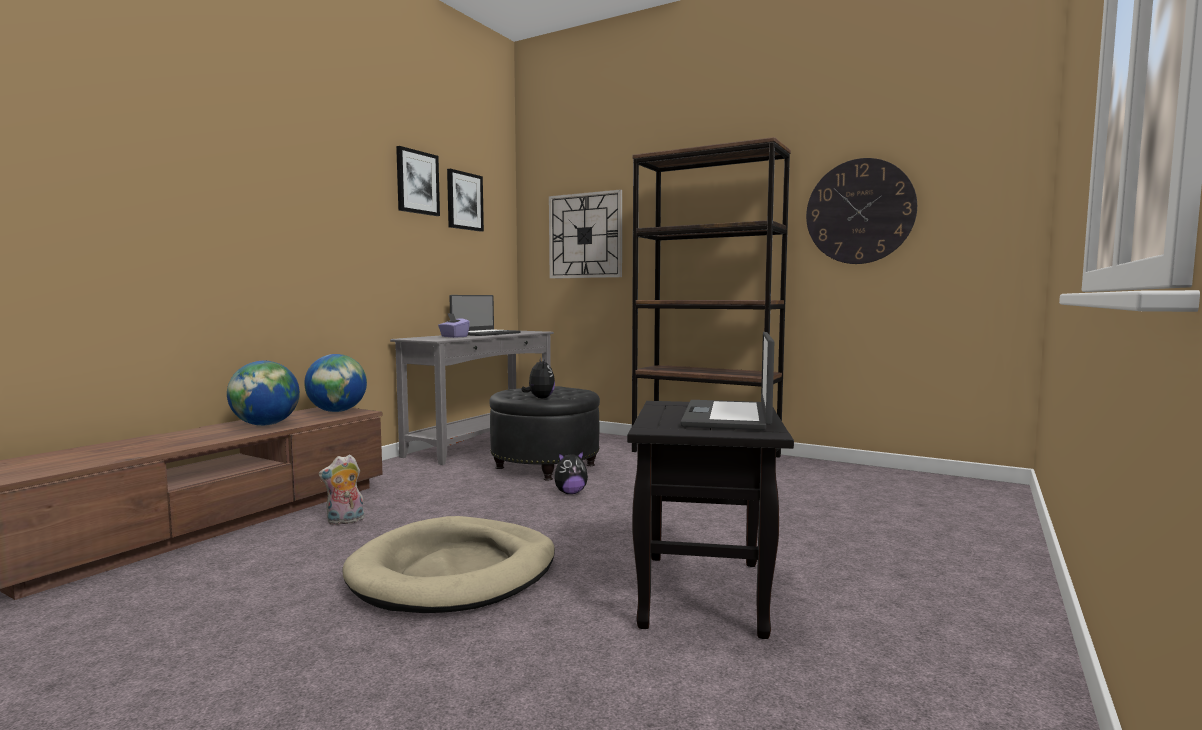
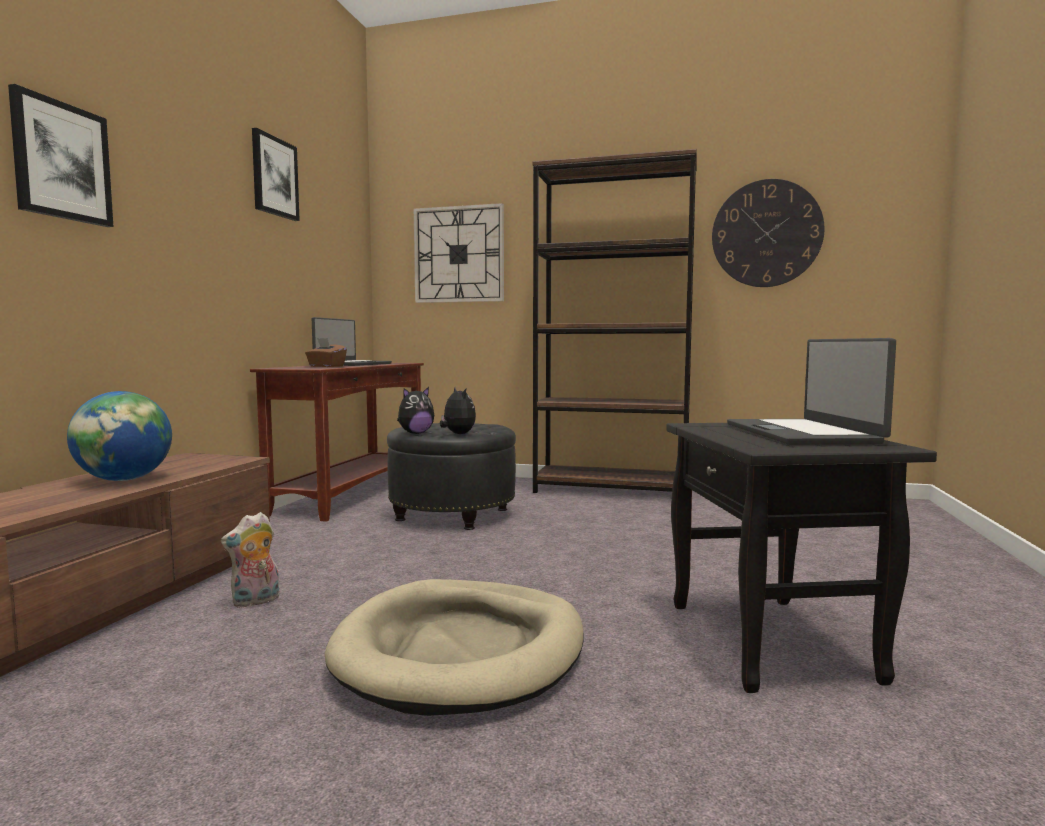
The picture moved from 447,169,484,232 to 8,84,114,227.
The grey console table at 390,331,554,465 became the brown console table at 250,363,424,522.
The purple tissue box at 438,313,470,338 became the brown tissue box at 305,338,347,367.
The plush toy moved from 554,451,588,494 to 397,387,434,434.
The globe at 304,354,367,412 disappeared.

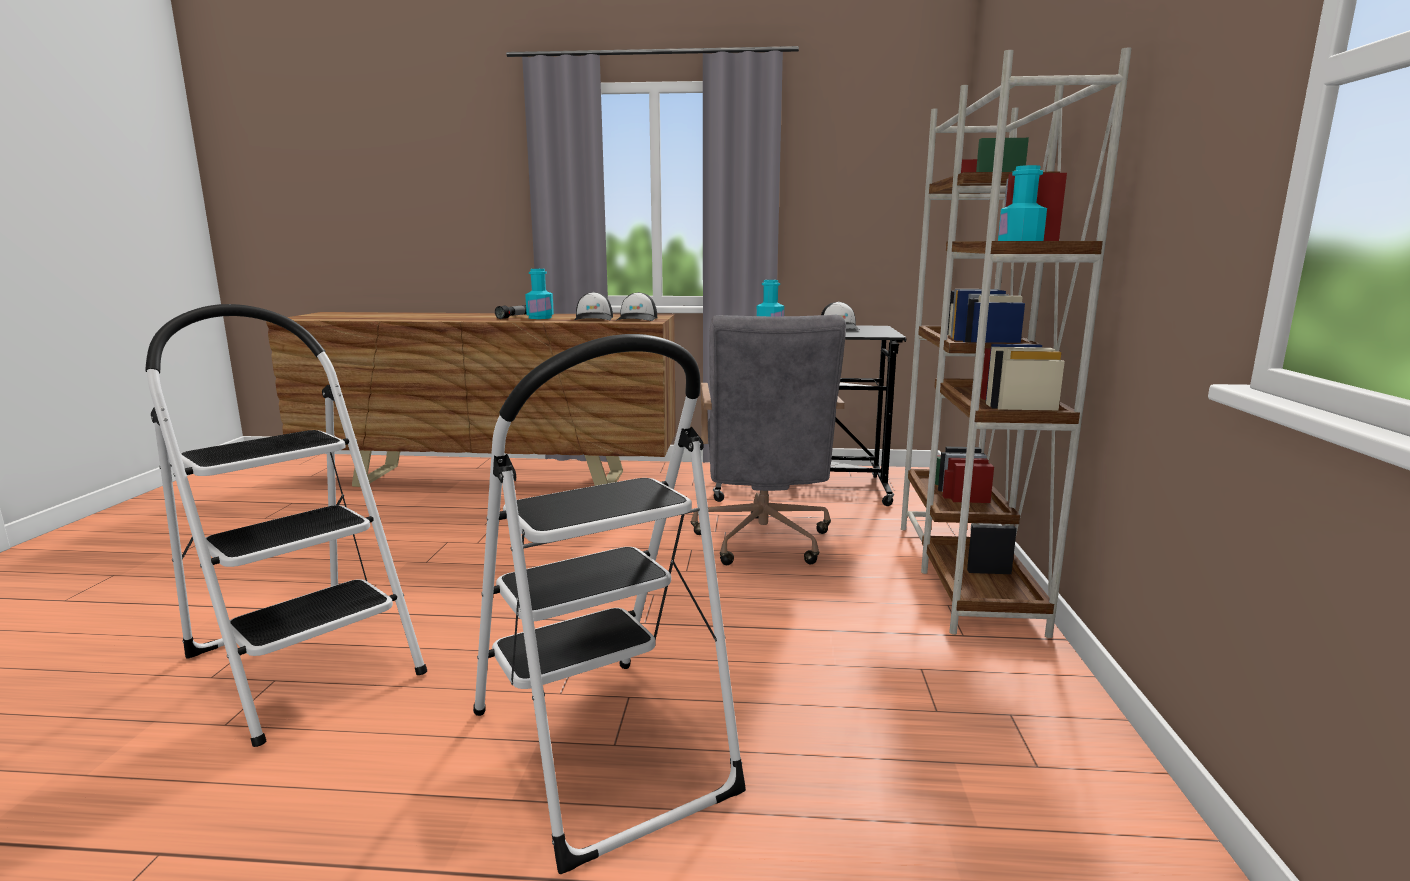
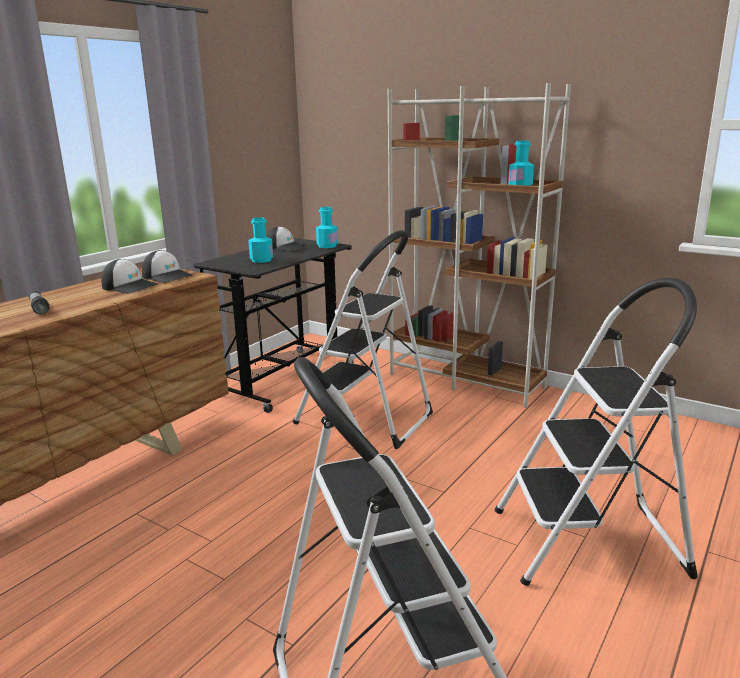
The grey office chair at 691,315,846,565 was replaced by the step ladder at 293,230,433,449.
The turquoise bottle moved from 525,269,554,319 to 316,207,338,248.

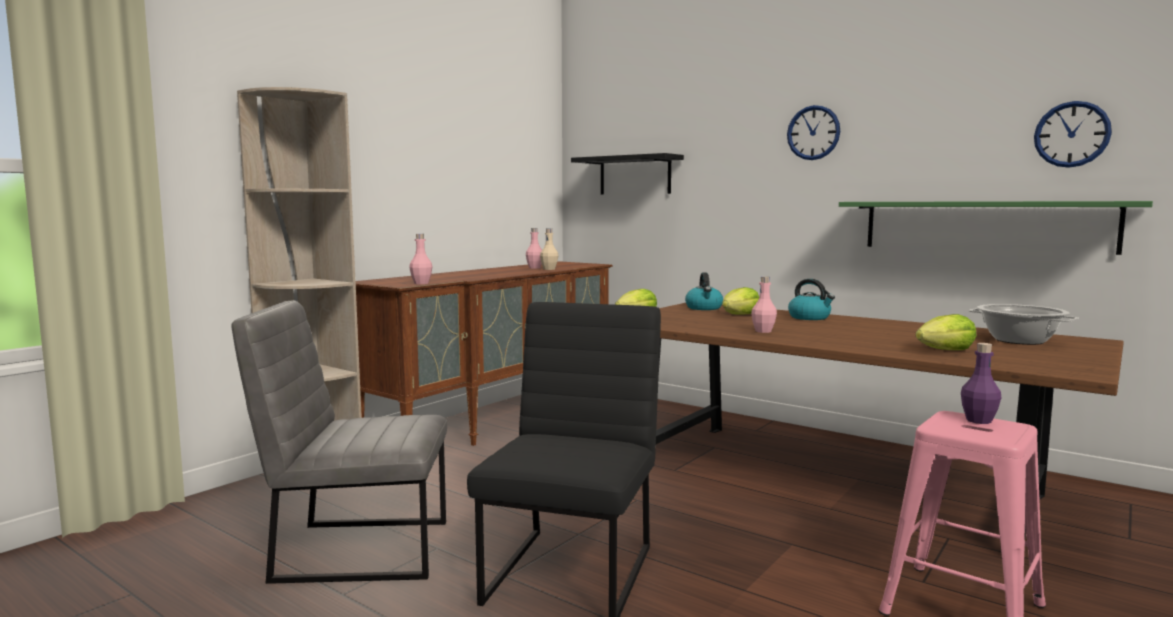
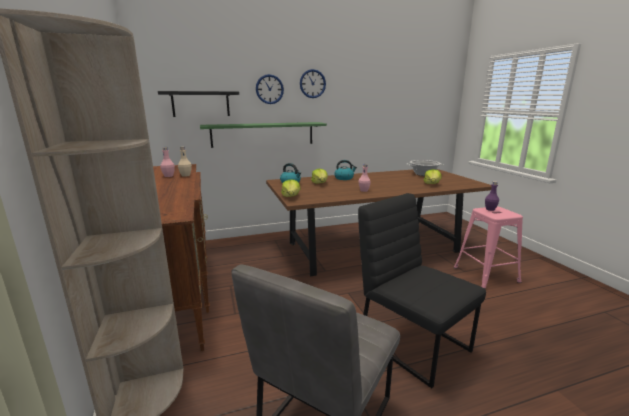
The green shelf moved from 839,201,1153,255 to 200,122,327,148.
The wall clock moved from 1034,101,1112,168 to 256,74,284,104.
The pink bottle at 409,234,432,284 disappeared.

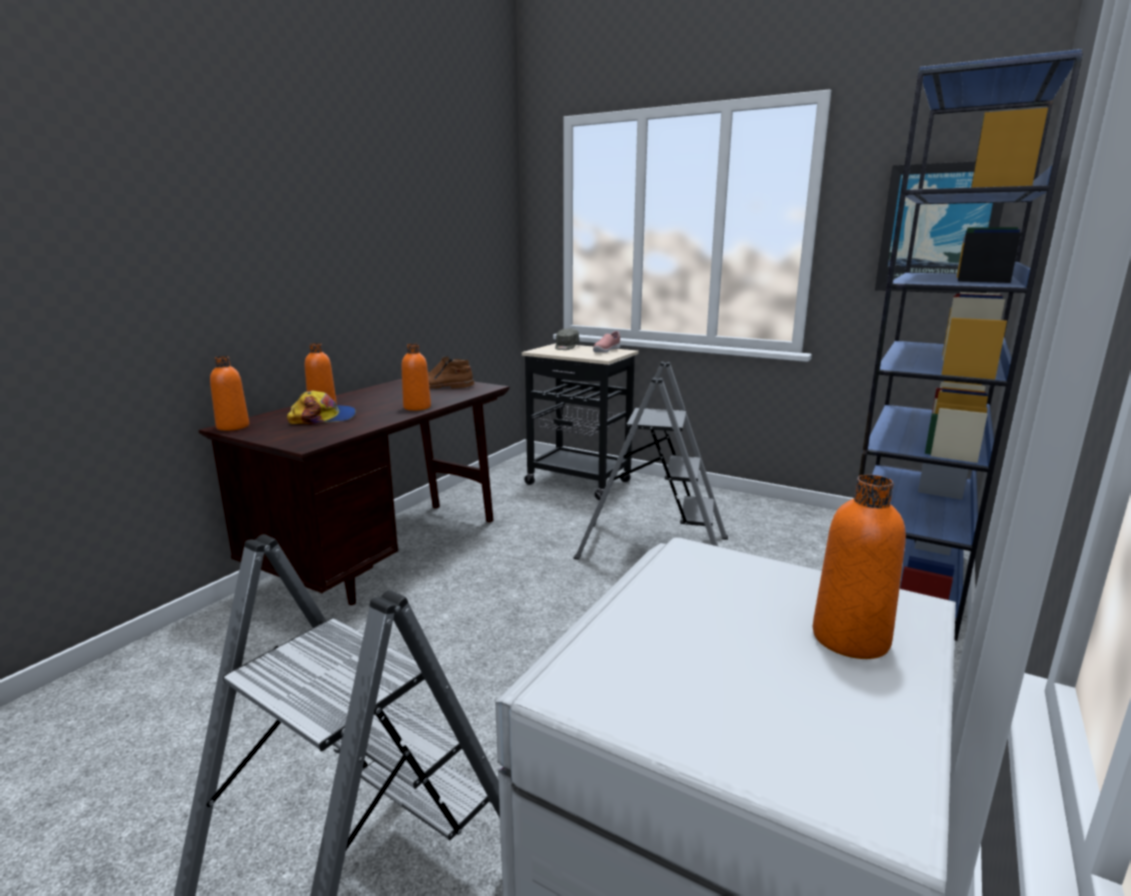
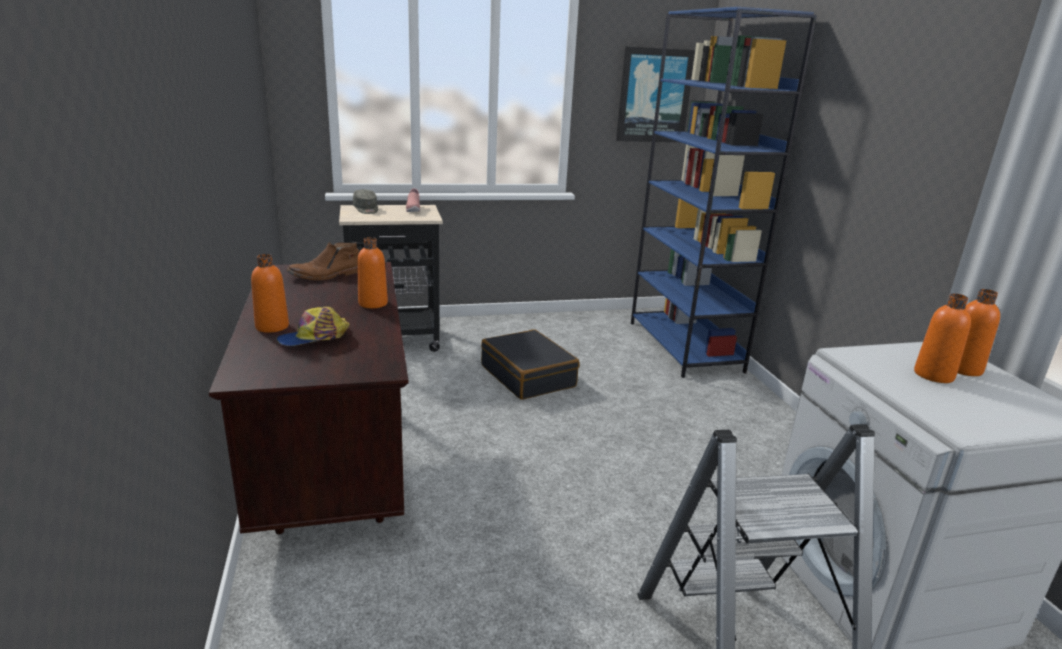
The cap at 287,390,356,425 turned 150 degrees counterclockwise.
The grey step ladder at 573,362,728,560 was replaced by the black suitcase at 481,329,580,400.
The orange bottle moved from 210,356,249,431 to 914,293,971,383.

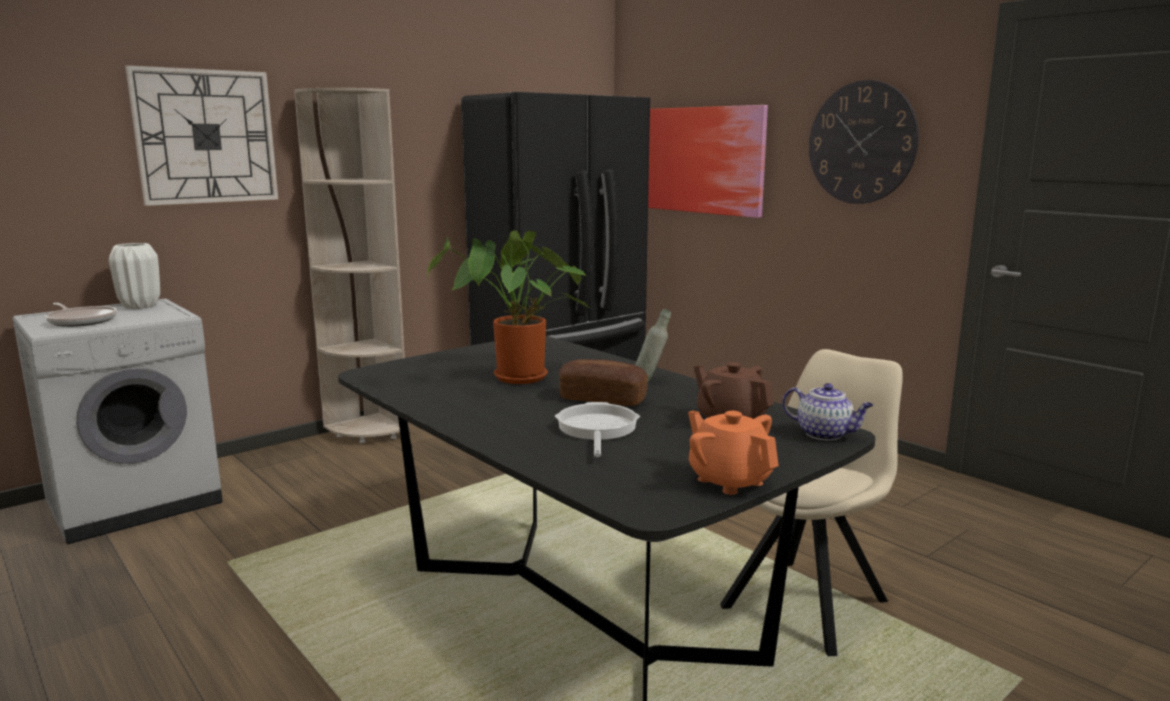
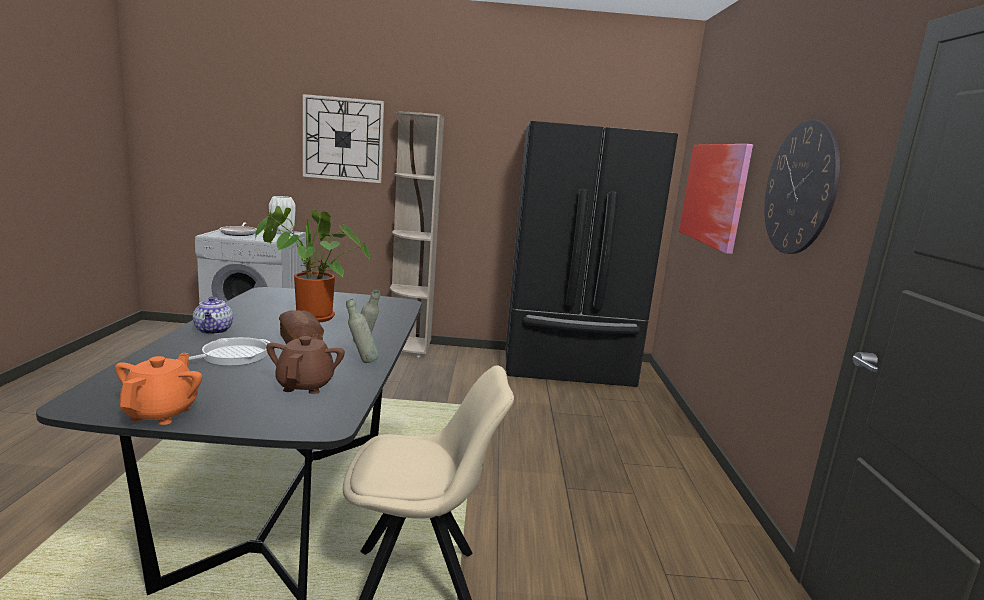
The teapot moved from 782,383,874,441 to 193,297,233,334.
The grey bottle at 346,299,378,363 appeared.

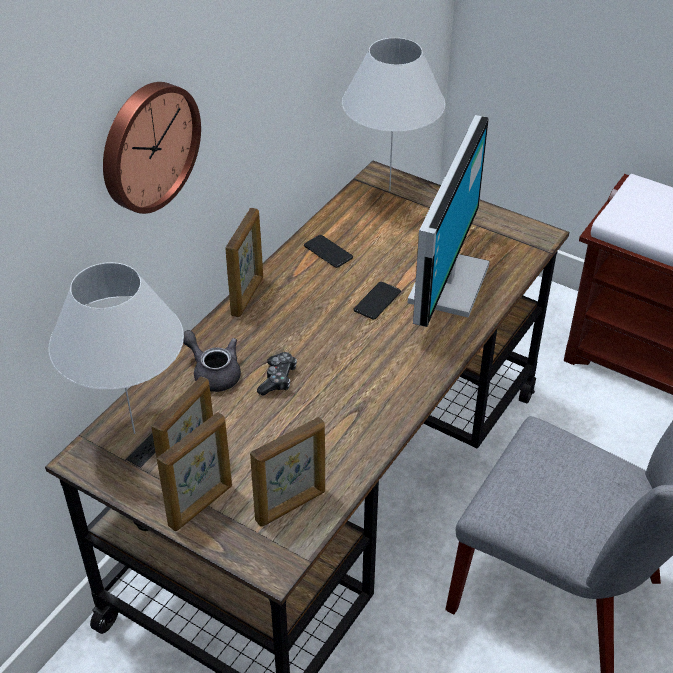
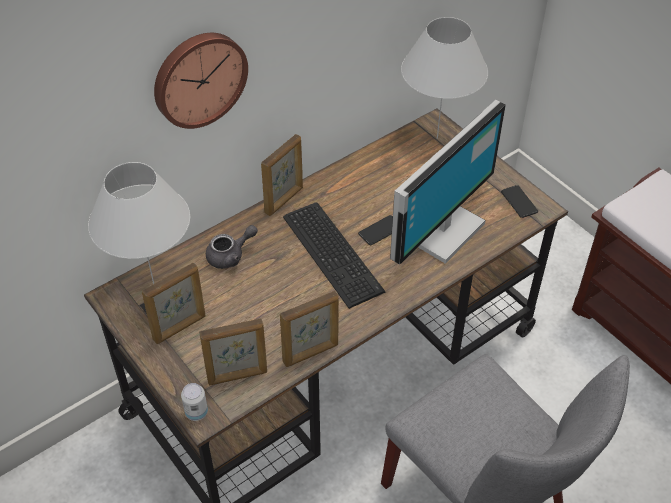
The can at 181,383,208,421 appeared.
The grey teapot at 183,330,241,392 turned 90 degrees clockwise.
The picture frame moved from 157,412,232,531 to 280,291,339,367.
The keyboard at 283,202,385,309 appeared.
The phone moved from 304,235,353,268 to 501,185,538,218.
The game controller at 257,352,297,396 disappeared.

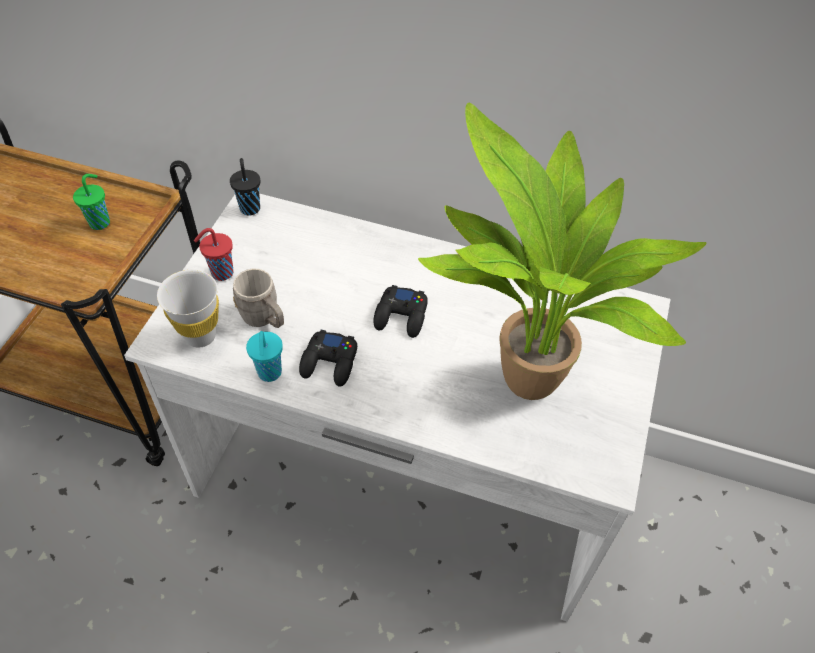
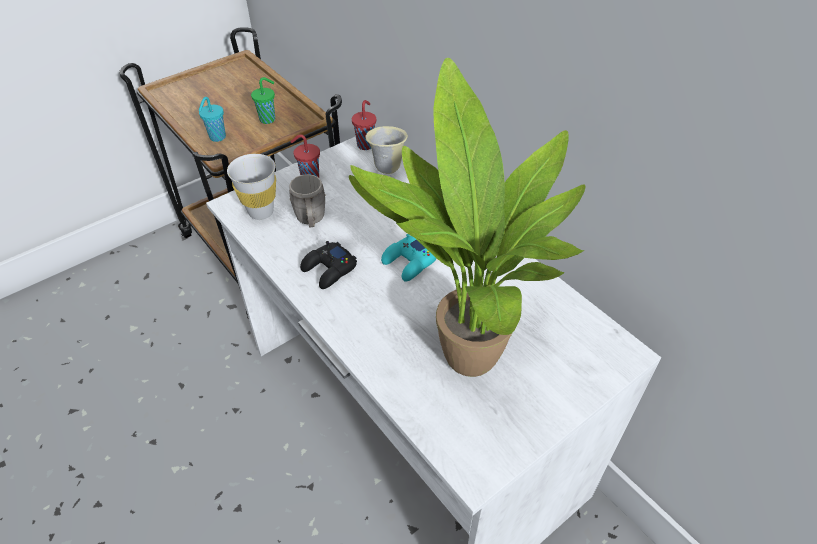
The turquoise cup moved from 246,331,283,382 to 199,97,226,142.
The black cup at 230,158,260,215 became the red cup at 352,100,376,150.
The beige mug at 365,126,408,174 appeared.
The black game controller at 373,285,428,338 became the turquoise game controller at 381,234,436,281.

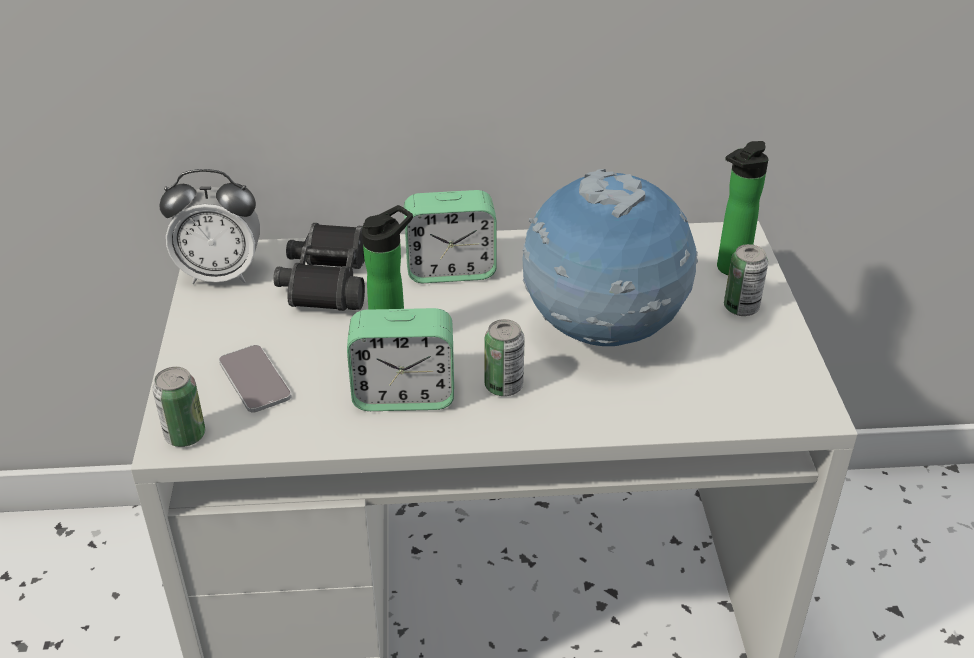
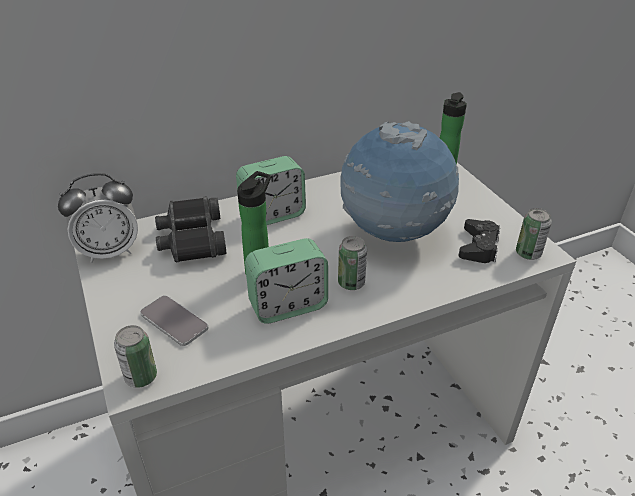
The black game controller at 459,219,500,263 appeared.
The can moved from 724,244,768,316 to 516,208,552,260.

